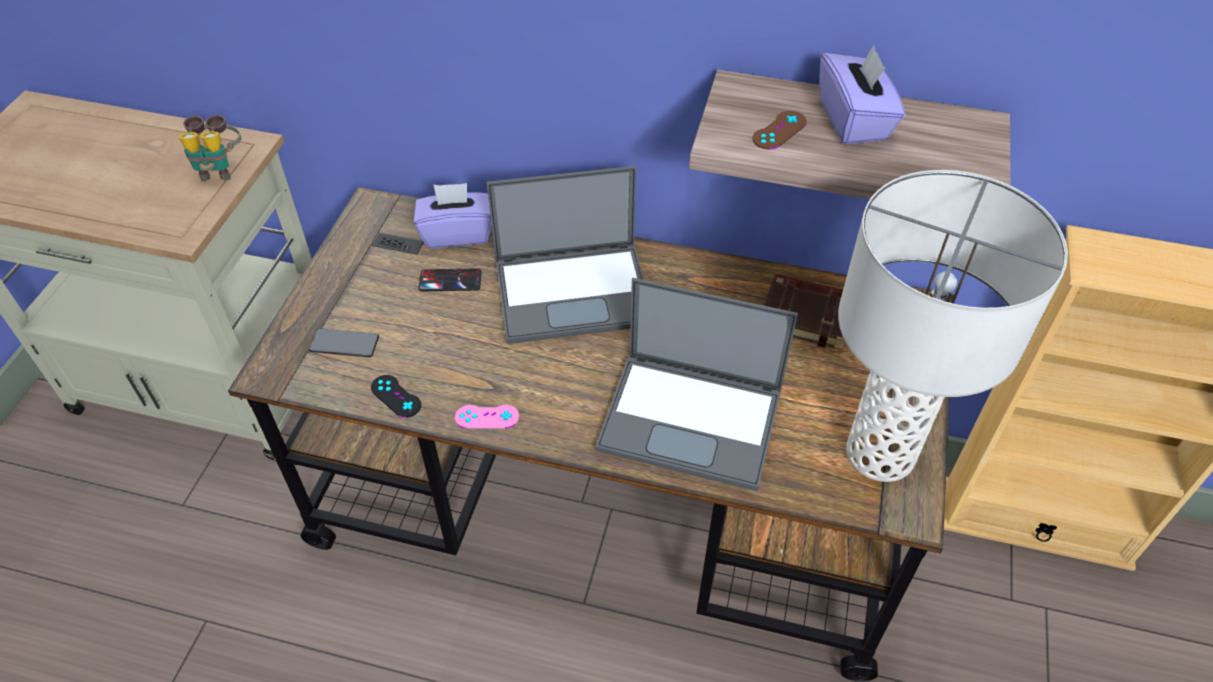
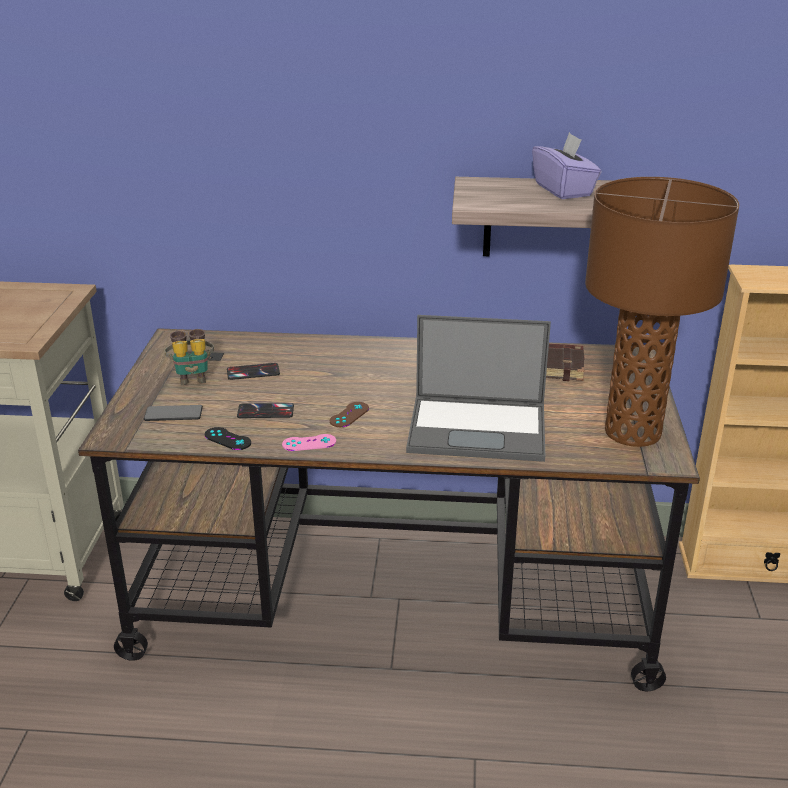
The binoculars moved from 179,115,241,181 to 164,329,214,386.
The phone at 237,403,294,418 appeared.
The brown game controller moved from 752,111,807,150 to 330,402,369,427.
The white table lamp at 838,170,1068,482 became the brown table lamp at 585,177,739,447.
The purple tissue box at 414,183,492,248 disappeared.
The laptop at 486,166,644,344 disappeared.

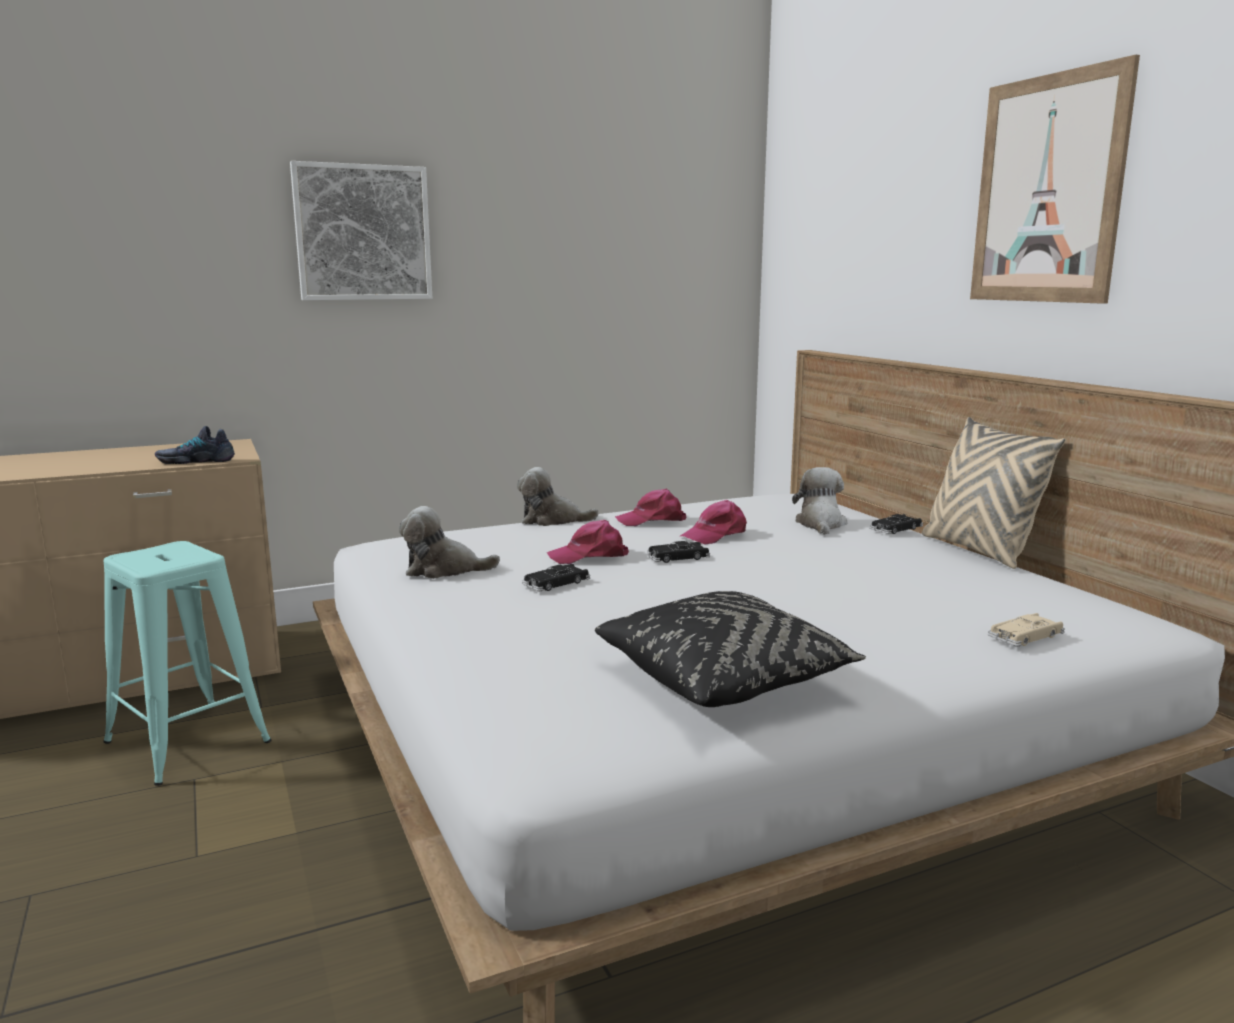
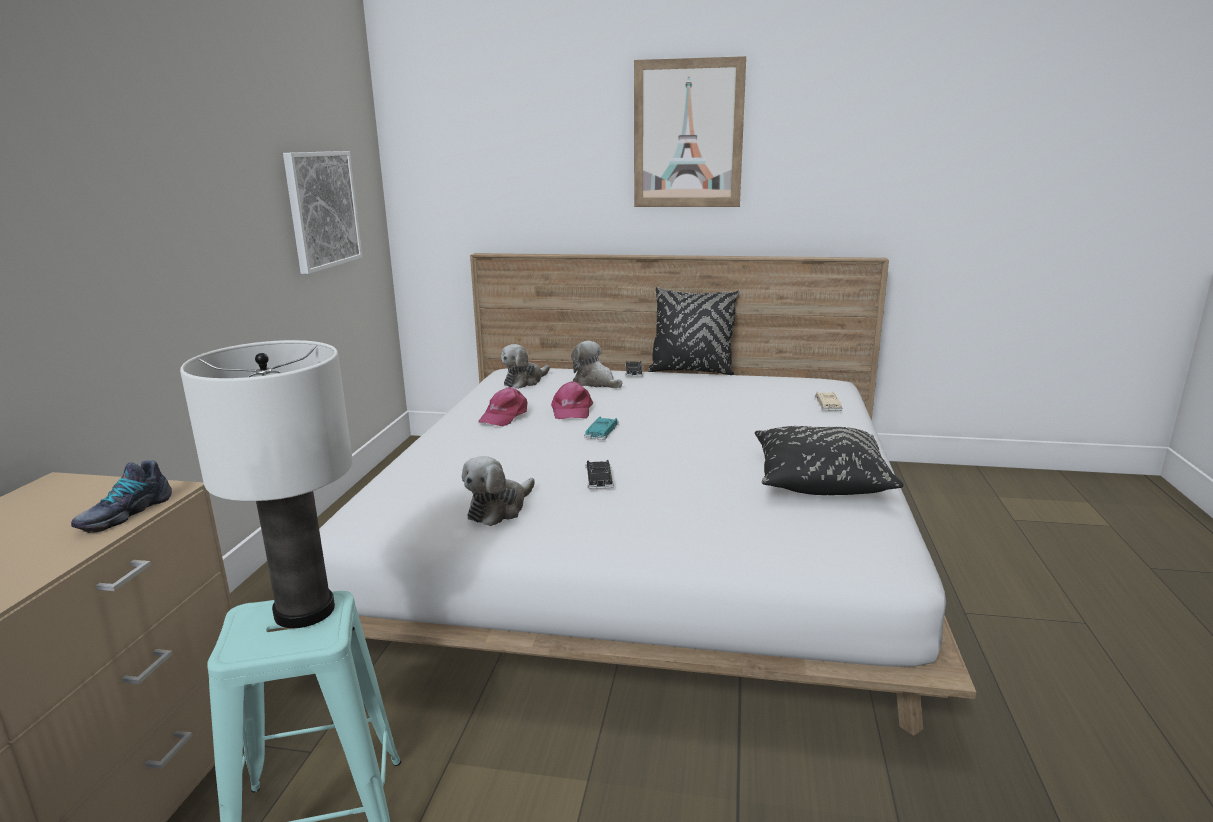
The white table lamp at 180,340,352,628 appeared.
The picture moved from 290,161,432,300 to 283,151,362,274.
The plush toy moved from 517,467,599,526 to 501,344,550,389.
The black toy car at 647,541,710,563 became the turquoise toy car at 584,416,619,440.
The beige pillow at 922,417,1065,569 became the black pillow at 648,287,739,375.
The pink cap at 547,520,629,564 disappeared.

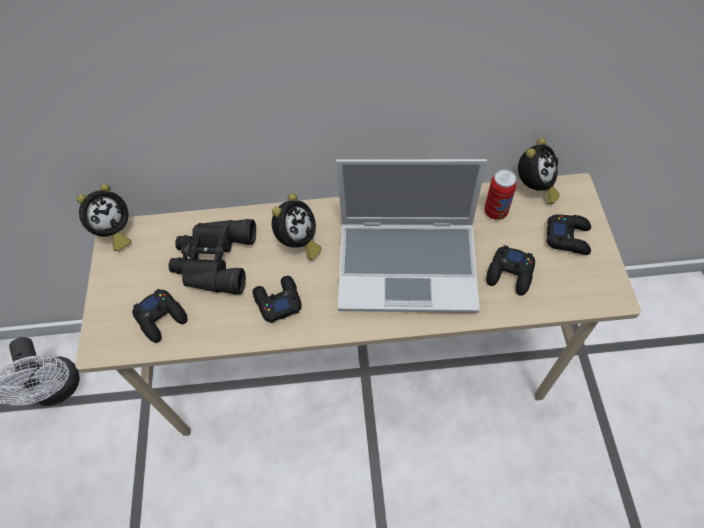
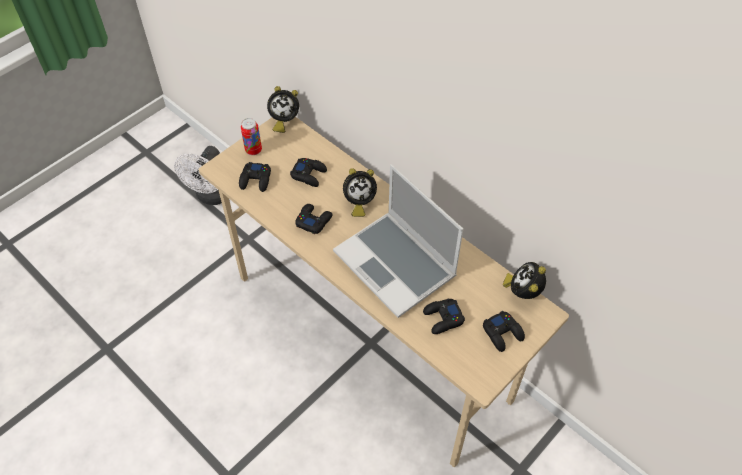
The can moved from 484,169,517,220 to 241,118,262,155.
The black binoculars at 169,219,256,294 was replaced by the black game controller at 290,158,327,187.
The alarm clock at 518,138,560,204 turned 120 degrees clockwise.

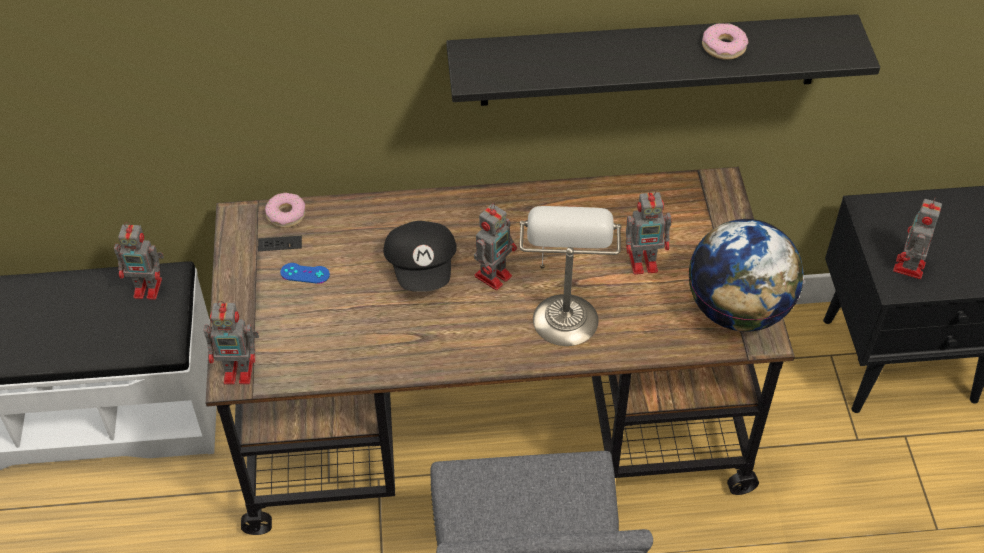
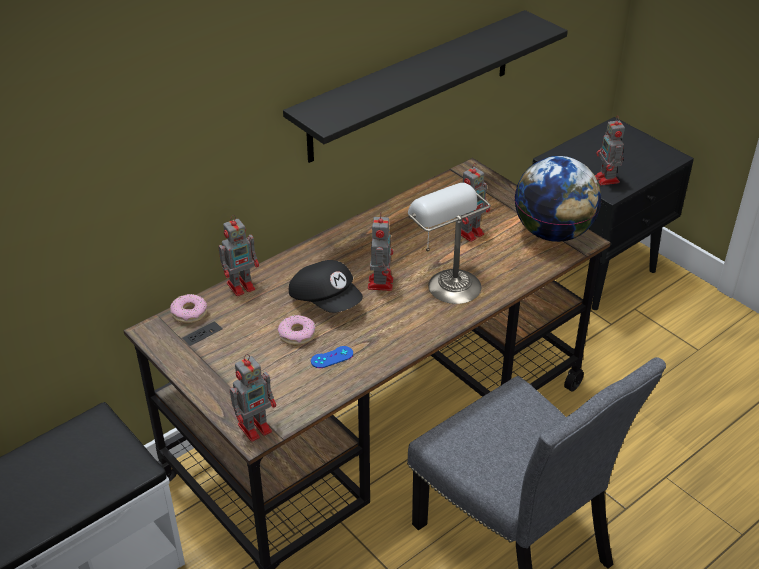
The toy robot moved from 114,222,164,300 to 218,215,259,296.
The donut moved from 702,23,748,60 to 278,315,316,346.
The blue game controller moved from 280,263,330,284 to 311,346,353,368.

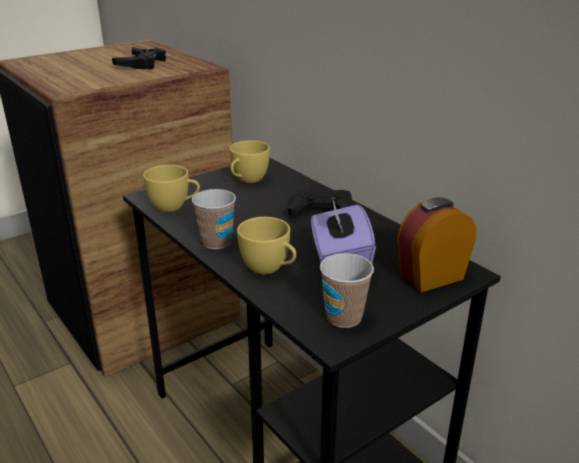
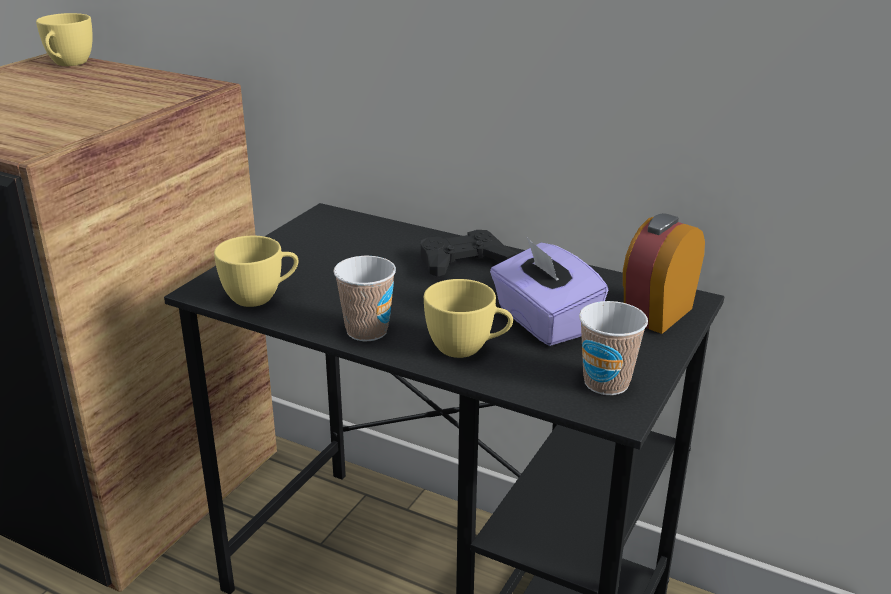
The yellow cup moved from 229,140,270,183 to 36,13,93,66.
The black game controller at 112,47,166,70 disappeared.

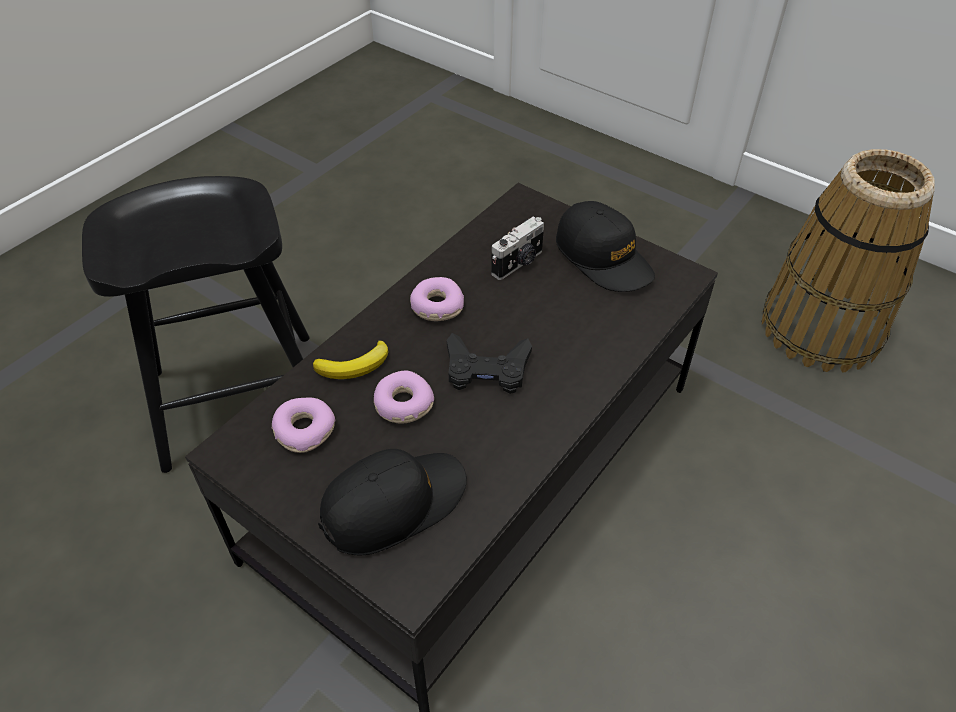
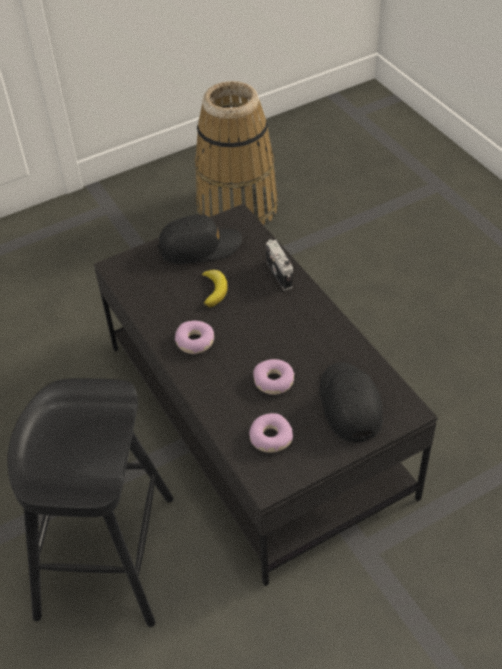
The banana moved from 313,340,389,379 to 202,270,228,307.
The photo camera moved from 491,216,544,280 to 266,239,293,291.
The black game controller at 447,333,532,394 disappeared.

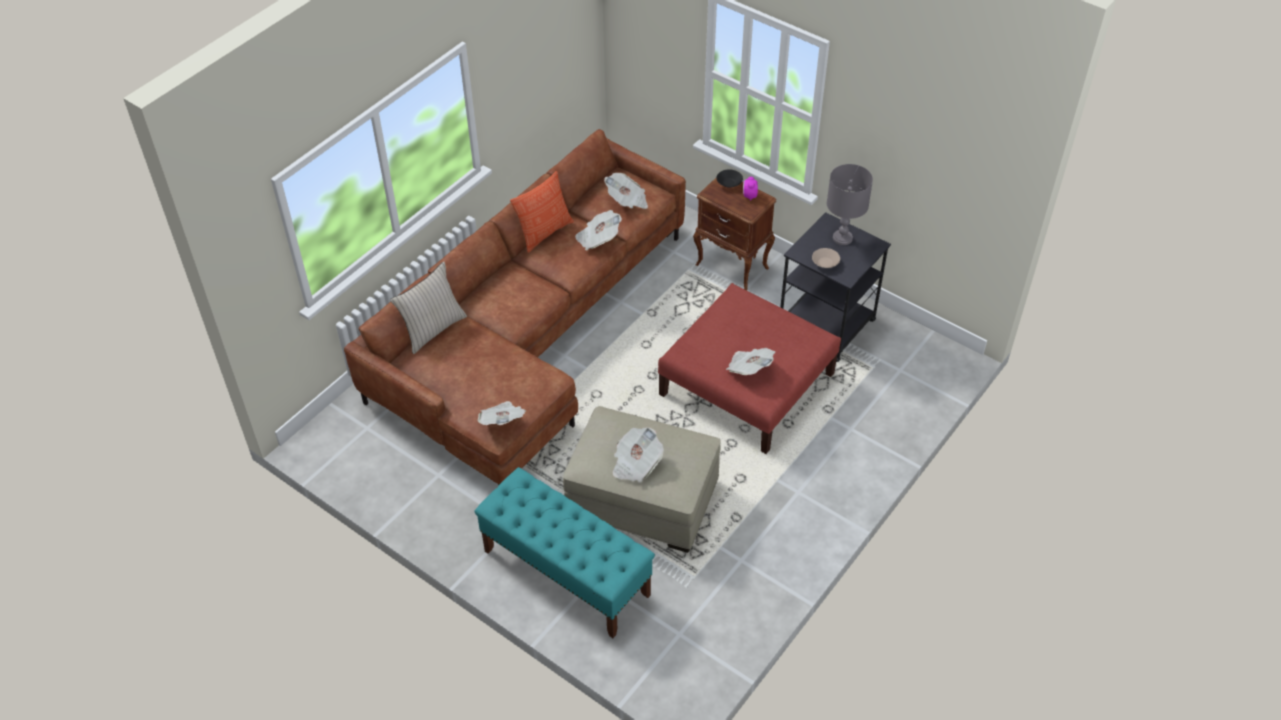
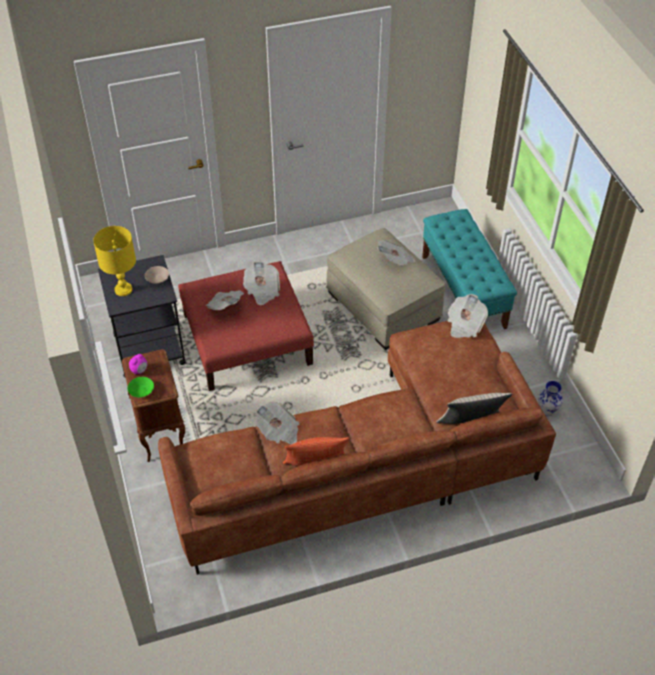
The grey table lamp at 827,164,873,245 became the yellow table lamp at 93,226,136,296.
The black bowl at 716,169,743,188 became the green bowl at 127,377,154,397.
The newspaper moved from 604,173,648,209 to 205,290,244,310.
The vase at 538,381,563,416 appeared.

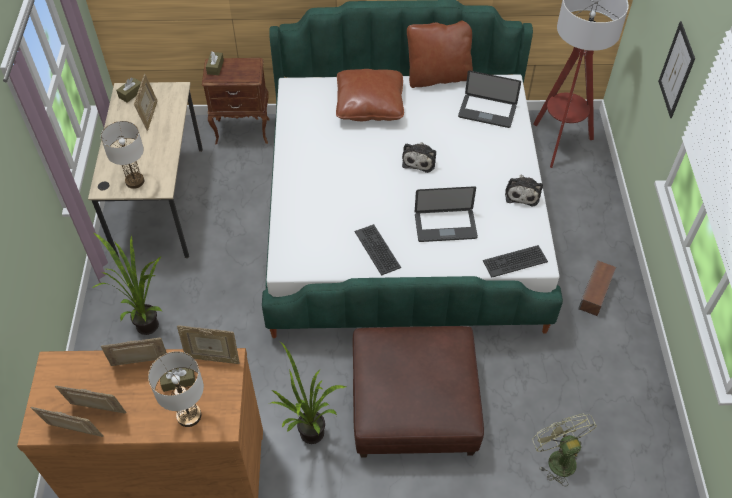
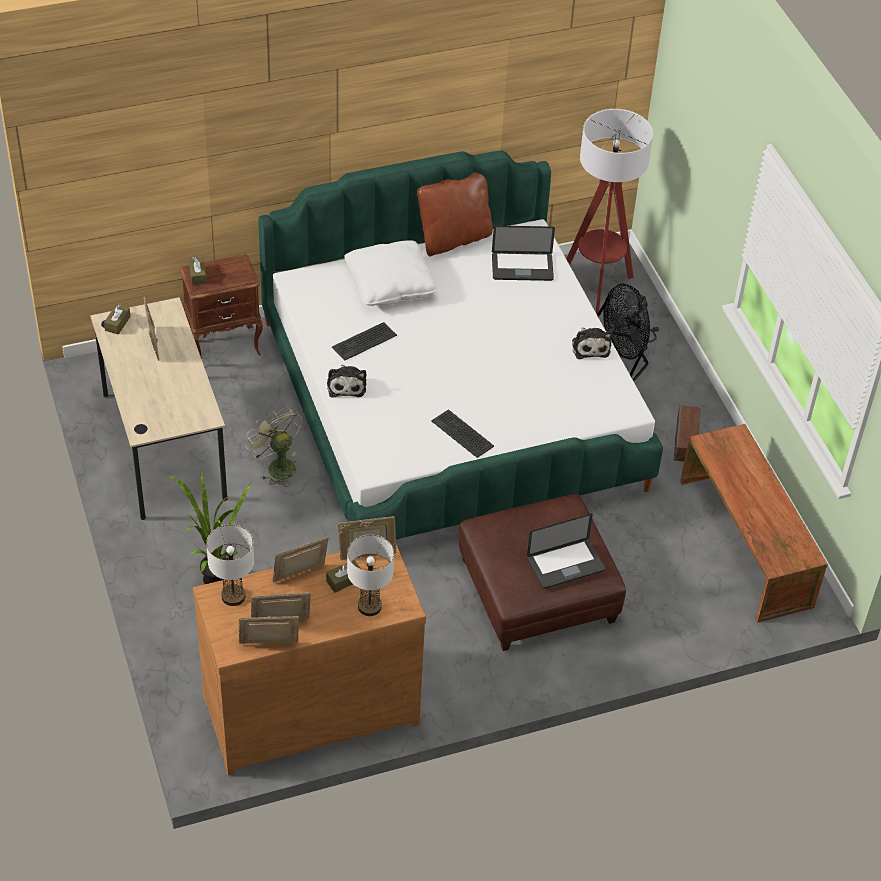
The table lamp moved from 101,121,144,189 to 206,524,254,606.
The green fan moved from 532,414,597,486 to 245,406,302,487.
The plush toy moved from 402,142,436,173 to 327,365,366,397.
The keyboard moved from 483,245,548,278 to 332,322,397,361.
The brown pillow at 336,69,404,121 became the white pillow at 344,240,438,306.
The laptop moved from 415,186,478,242 to 527,514,605,589.
The black fan at 597,284,660,381 appeared.
The brown bench at 680,424,828,623 appeared.
The potted plant at 271,342,347,444 disappeared.
The picture at 658,21,695,118 disappeared.

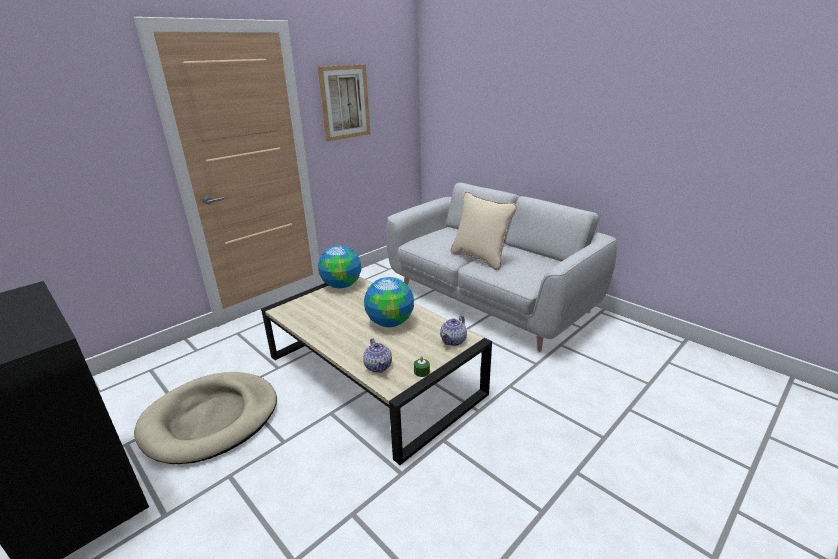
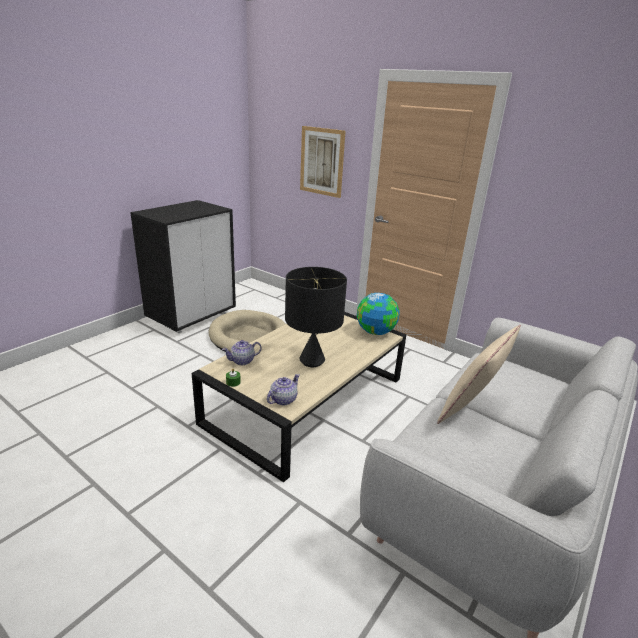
The teapot at 440,316,467,346 turned 105 degrees clockwise.
The globe at 364,277,414,327 was replaced by the black table lamp at 285,267,347,367.
The picture moved from 318,64,371,141 to 300,126,345,198.

